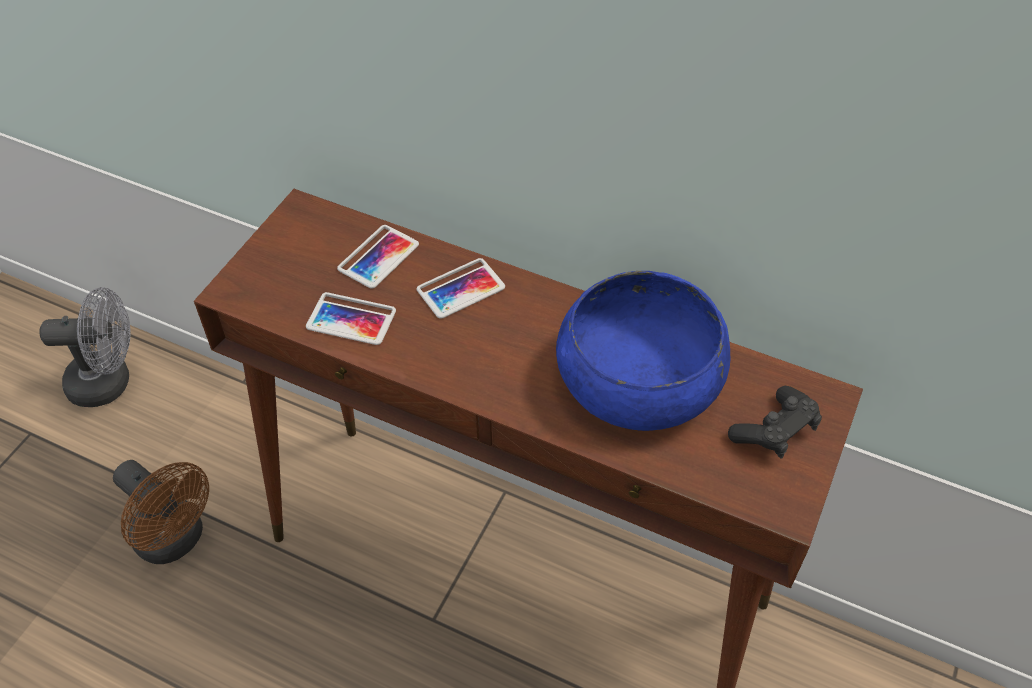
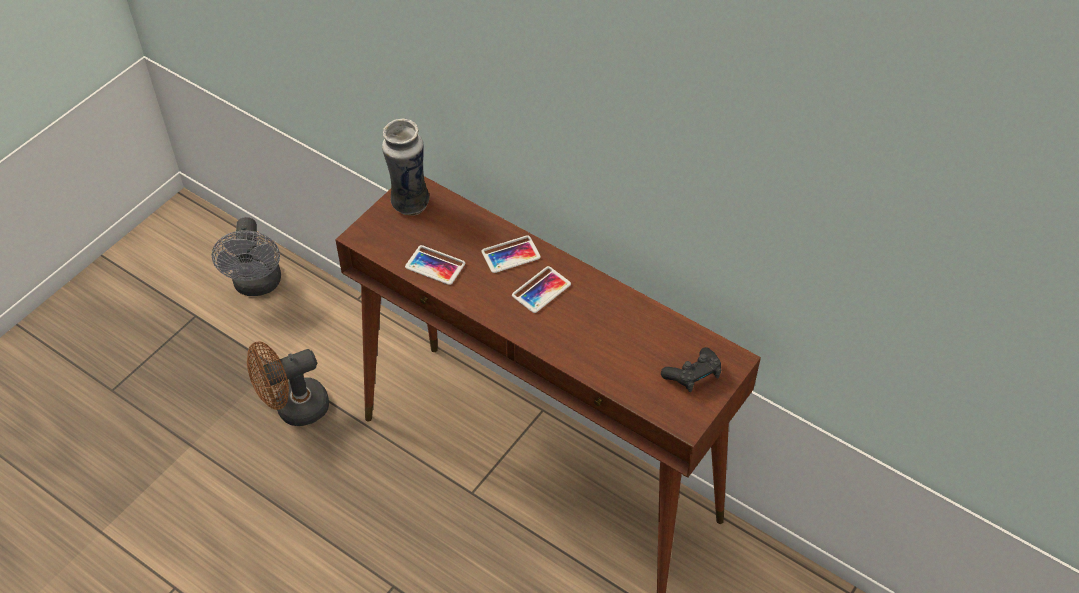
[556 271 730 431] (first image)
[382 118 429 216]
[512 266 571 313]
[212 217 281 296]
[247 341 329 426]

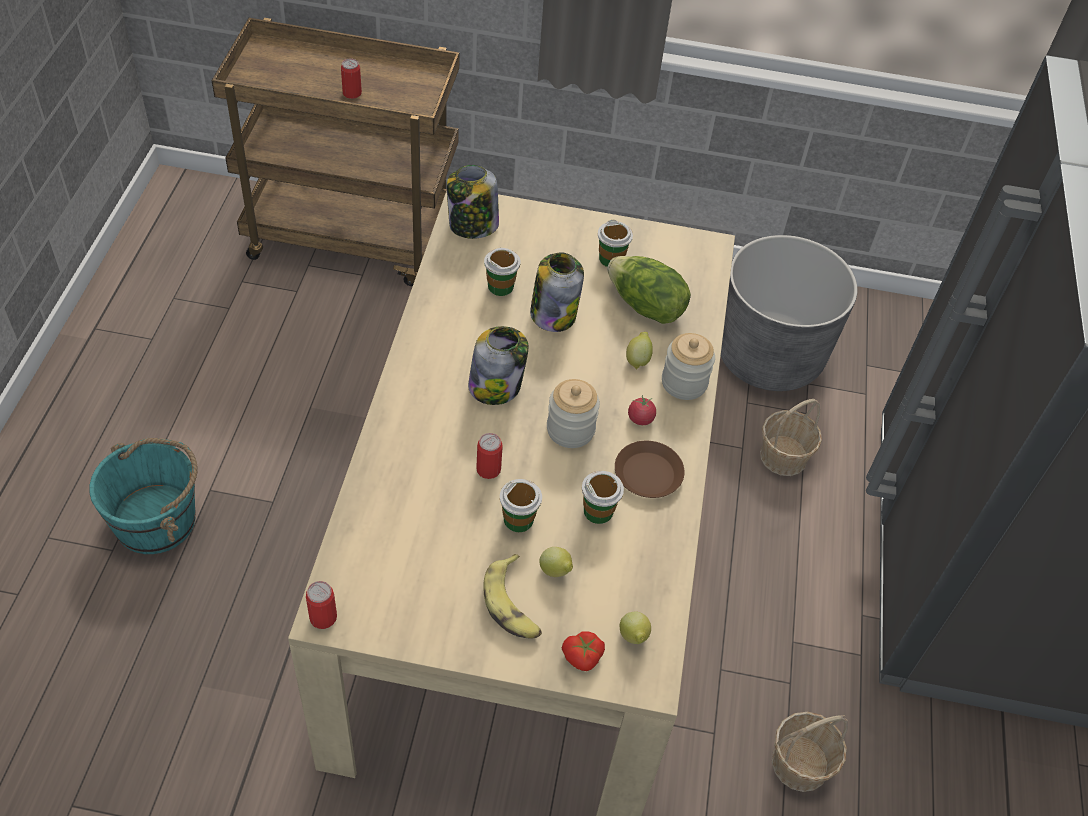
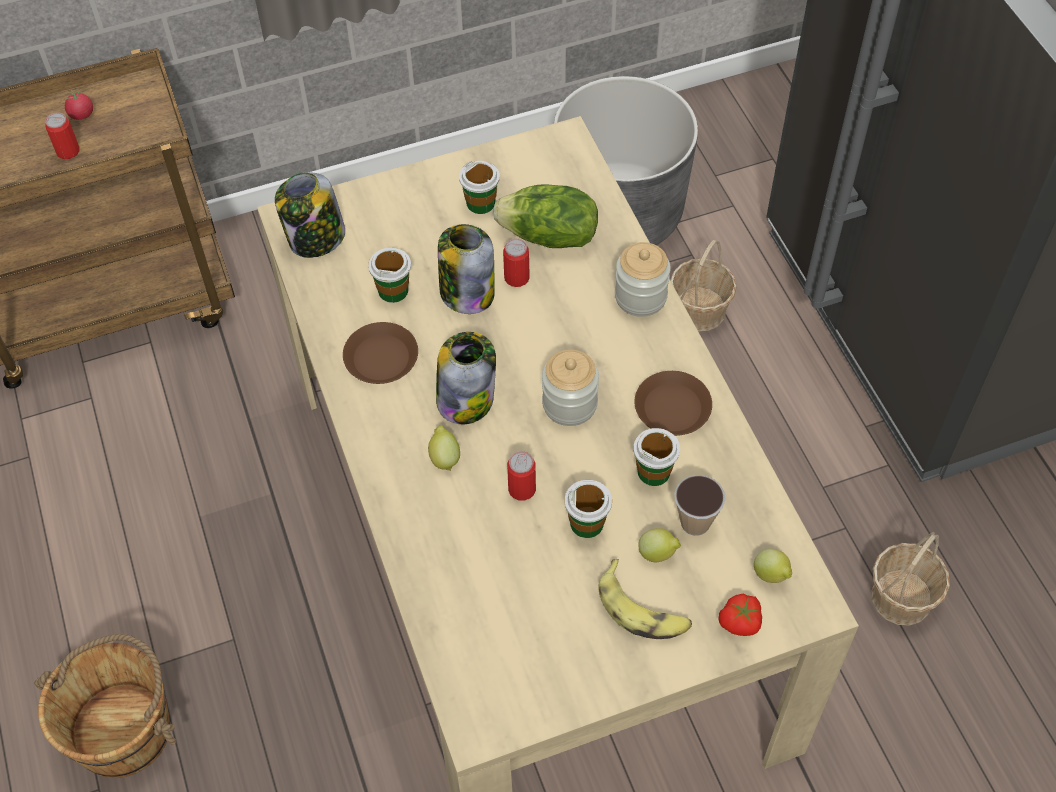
[343 322 418 384]
[674 475 725 536]
[503 238 530 287]
[428 425 460 471]
[65 90 93 120]
[34 634 176 778]

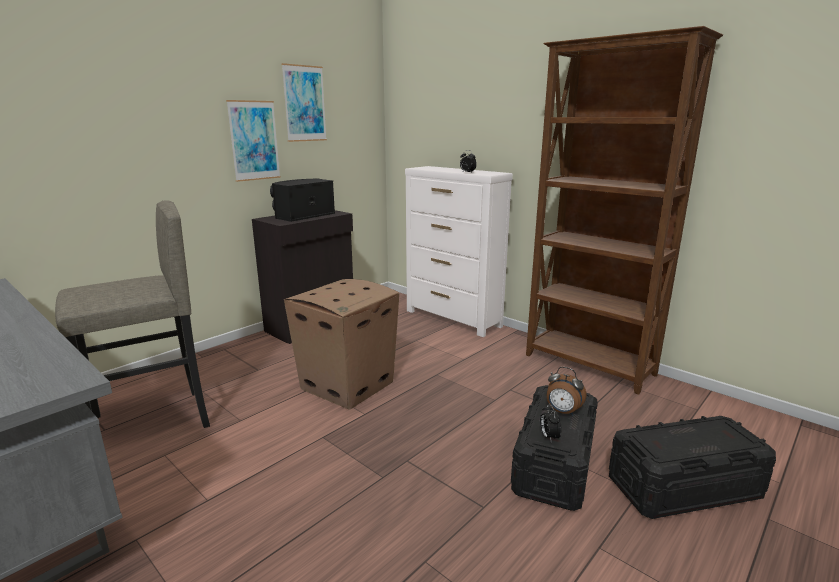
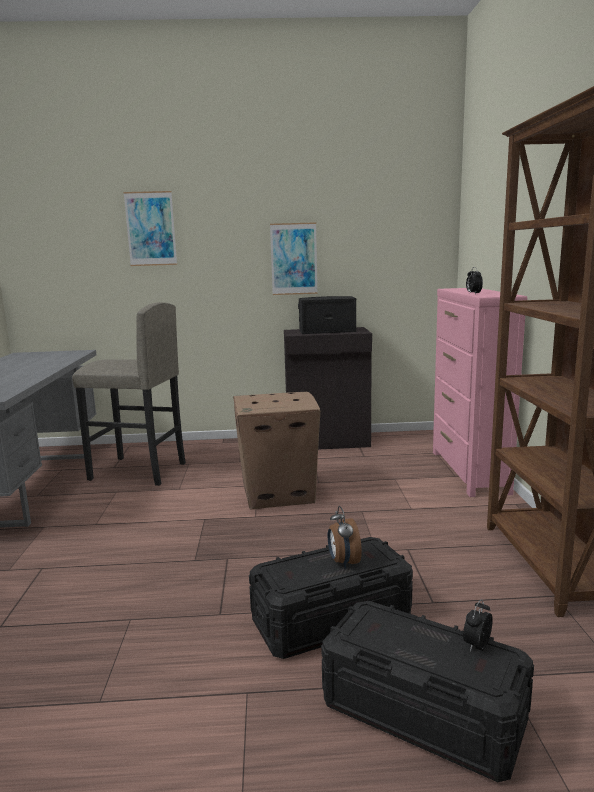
[123 191 177 266]
[463 599 493 652]
[433 288 527 497]

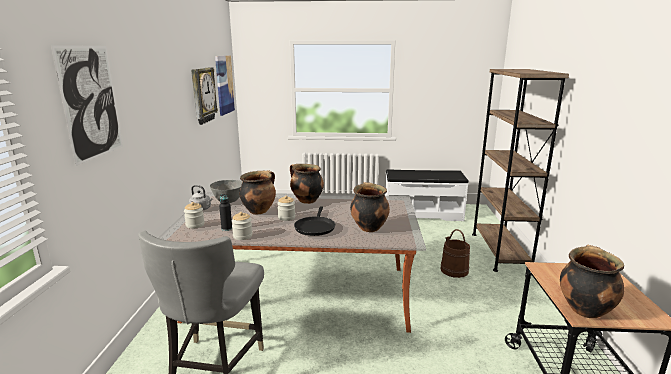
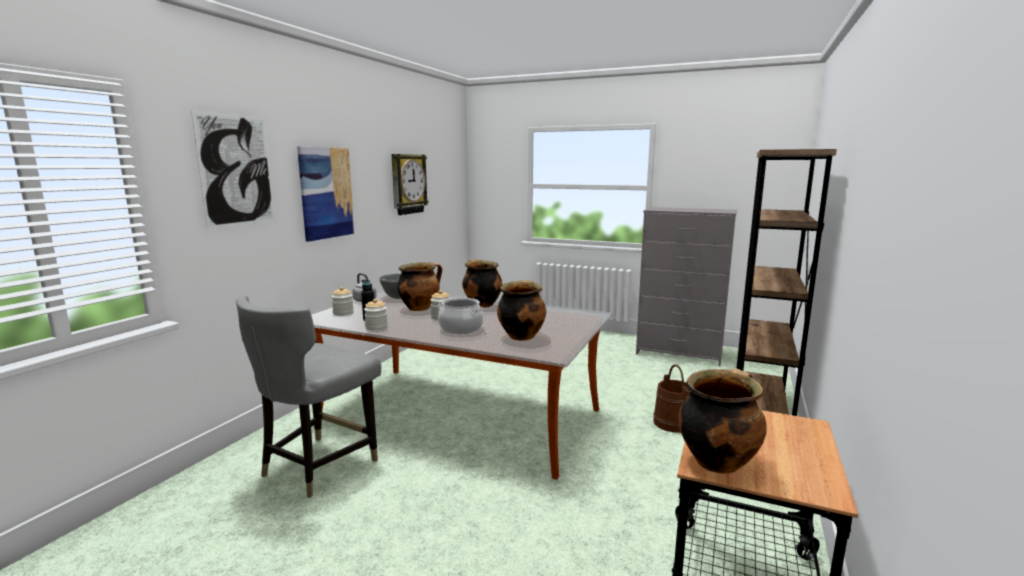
[297 146 355 242]
[438 298 484 334]
[636 207 737 366]

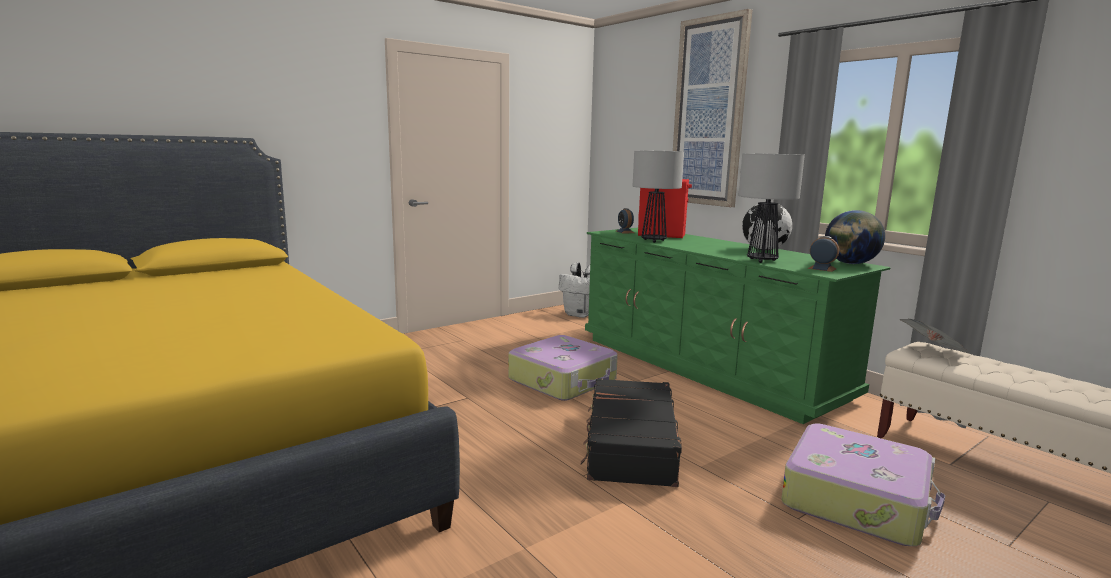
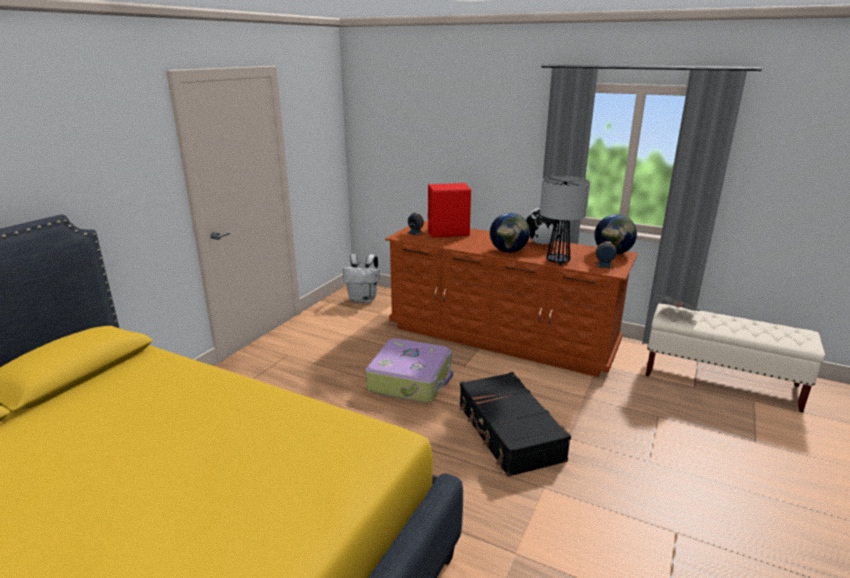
[633 150 684 243] (first image)
[673 9 752 207] (first image)
[781 423 945 546] (first image)
[490 213 530 253]
[385 222 638 377]

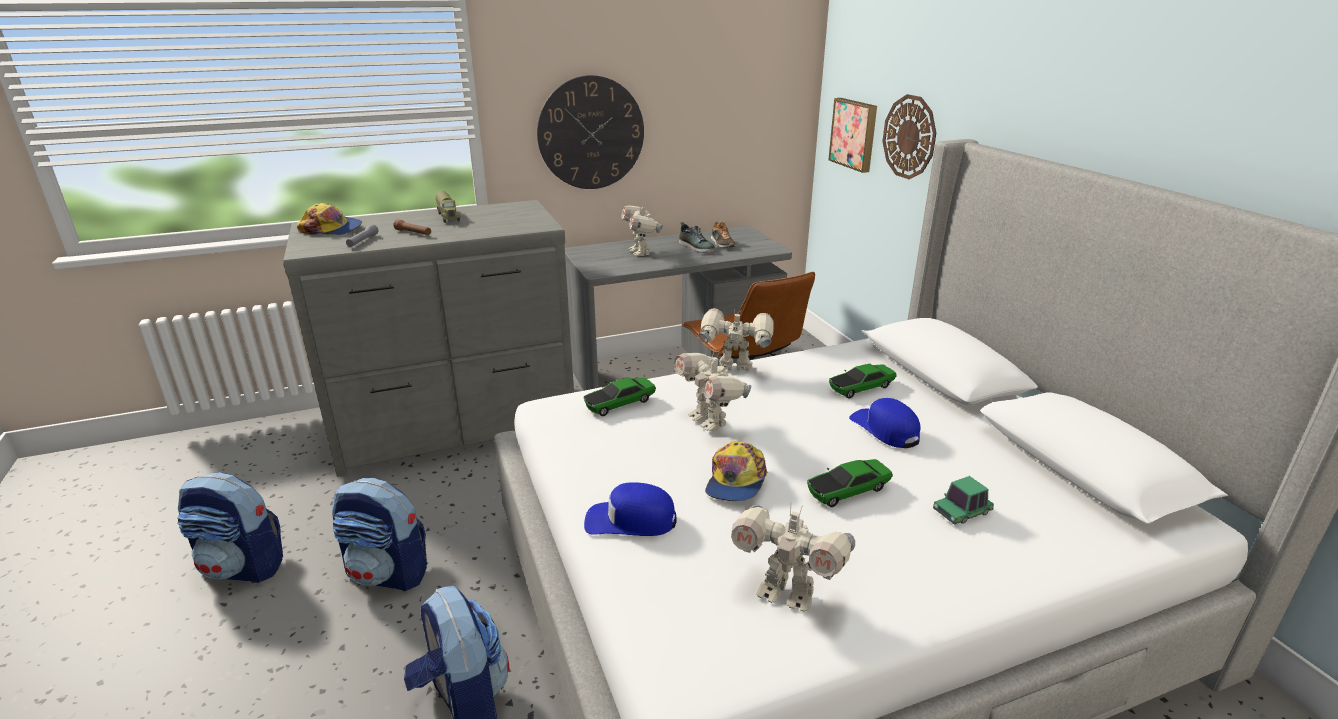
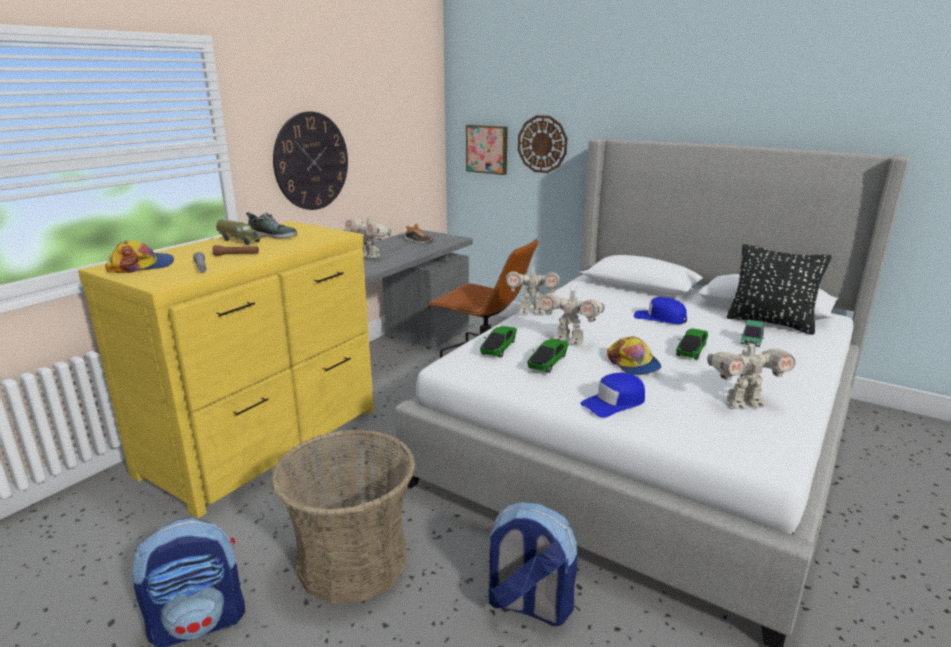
[727 244 832 335]
[246 212 297 238]
[527 339 569 373]
[271 429 415 603]
[78 221 374 518]
[506 262 560 314]

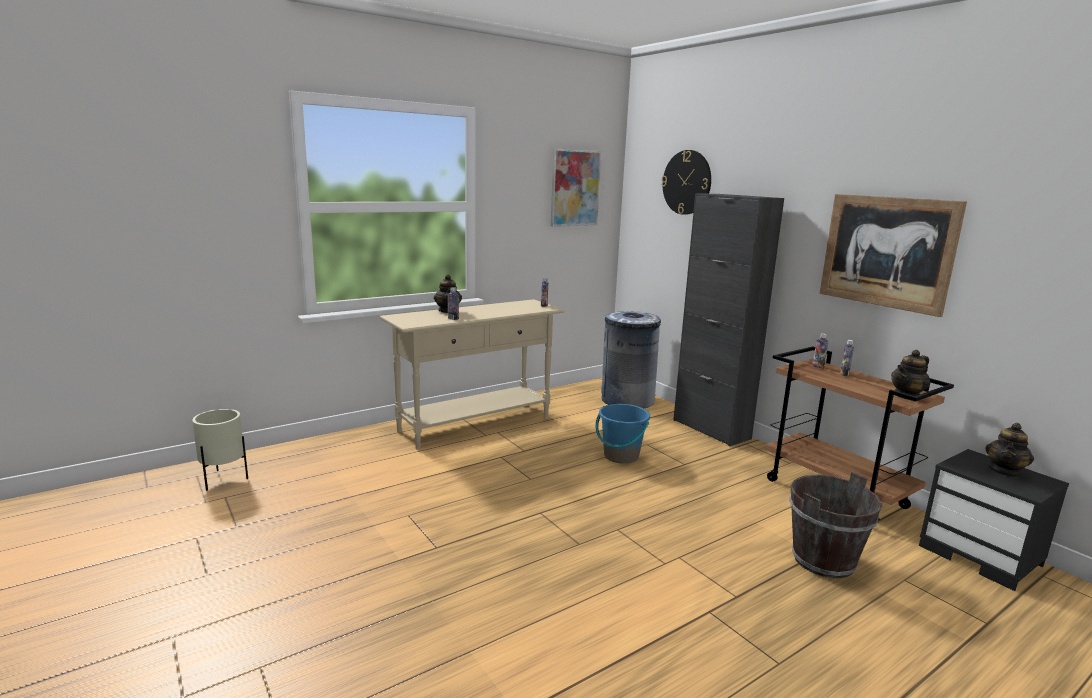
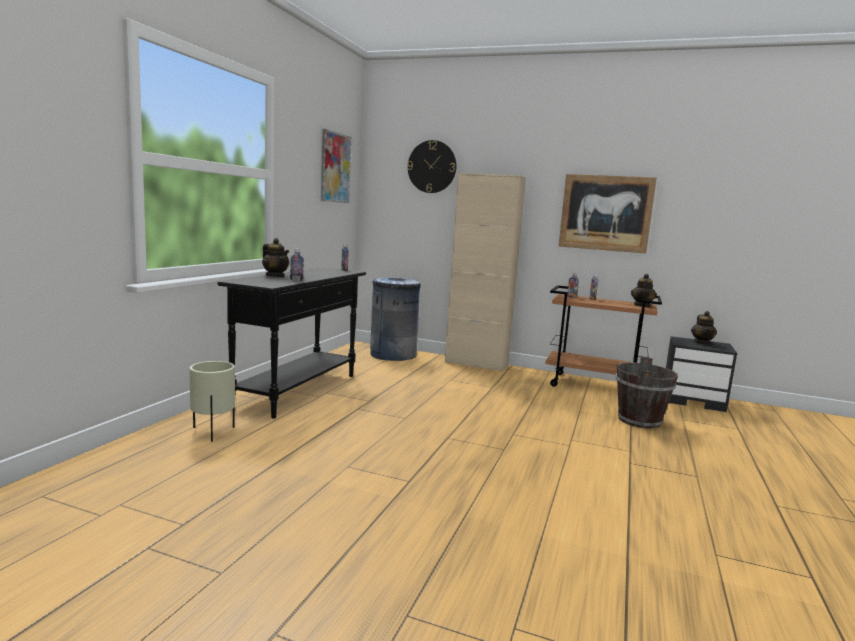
[595 404 650 464] (first image)
[189 361 235 442]
[217 267 366 419]
[445 173 526 372]

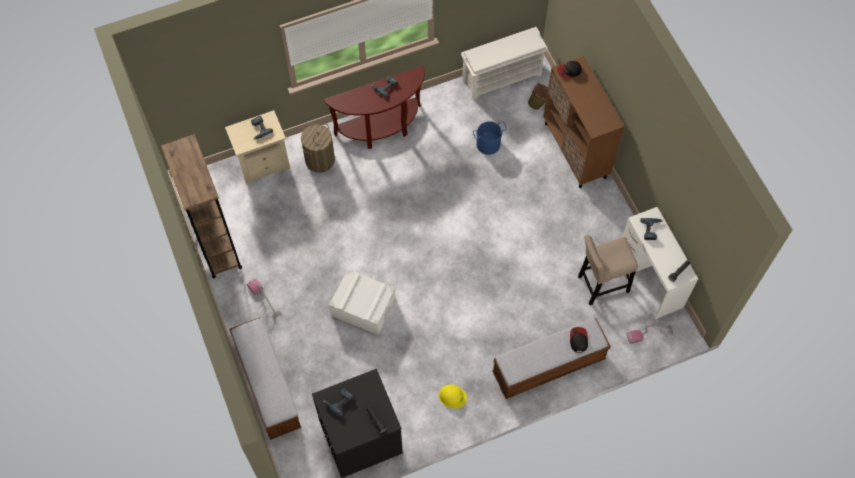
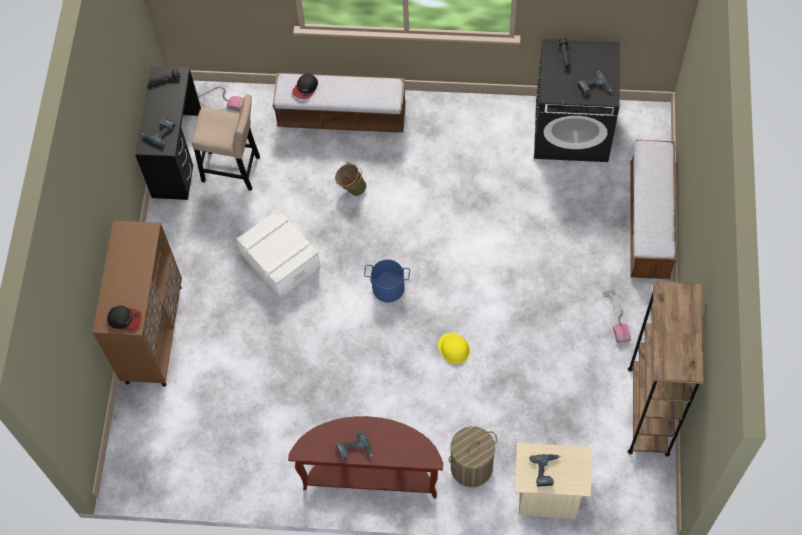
[461 27 548 100] (first image)
[236 209 321 298]
[438 333 470 364]
[364 259 410 303]
[335 162 367 196]
[135 66 201 200]

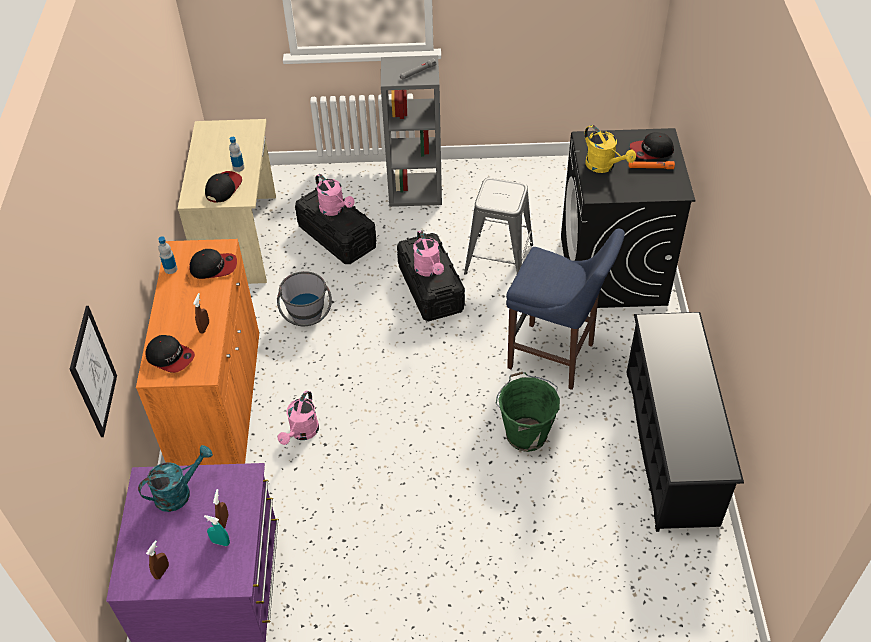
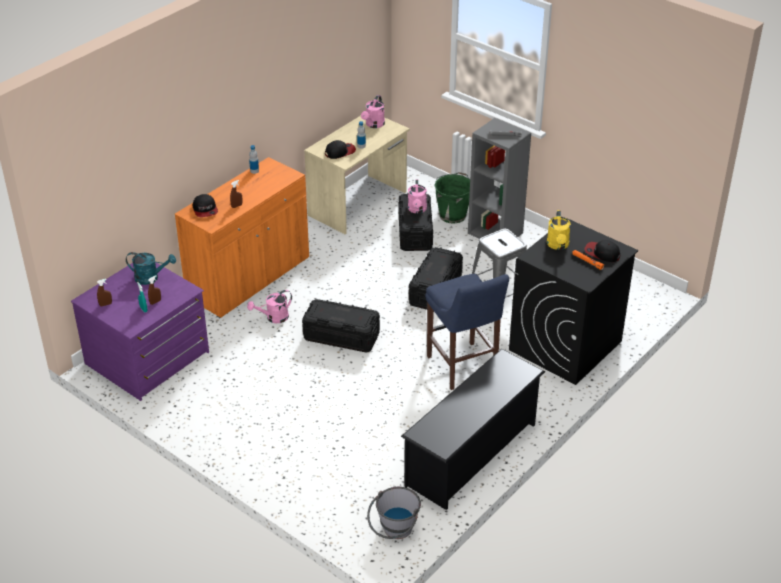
[70 306 117 437] (first image)
[189 249 237 279] (first image)
[302 299 380 353]
[367 487 421 539]
[361 95 385 128]
[434 172 470 224]

